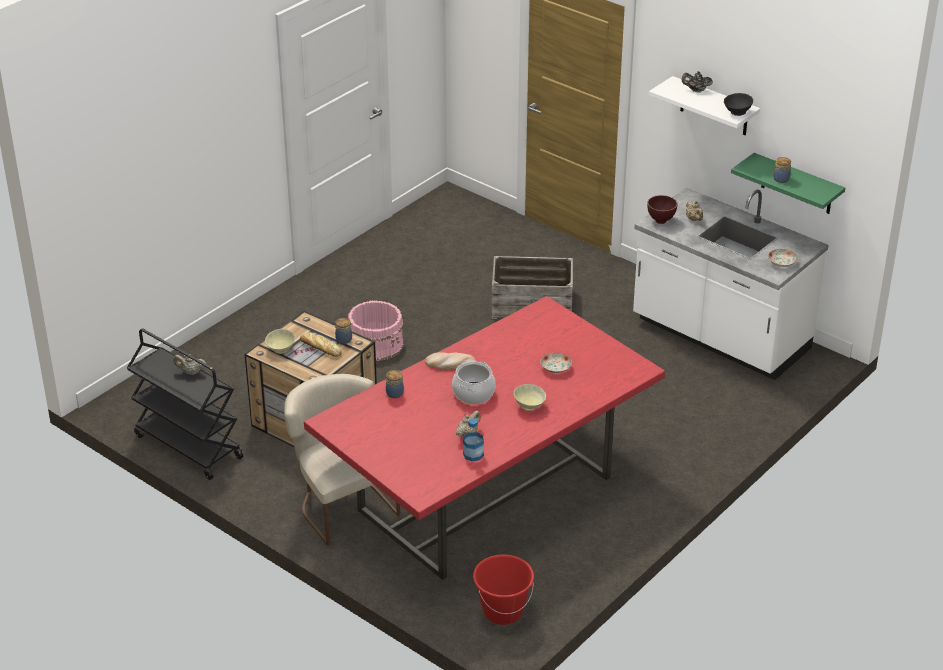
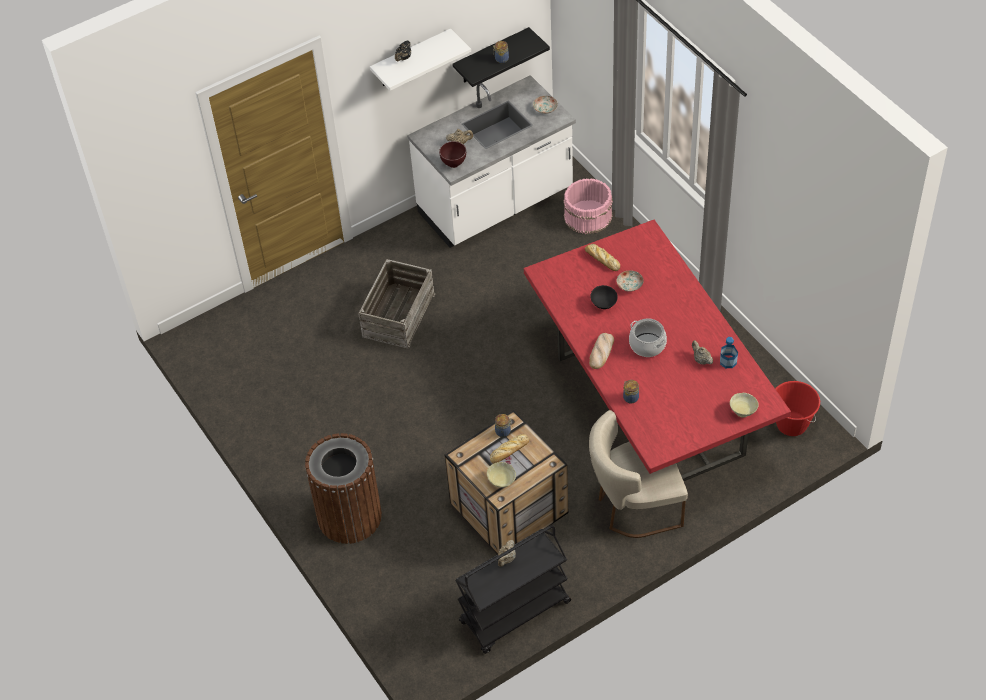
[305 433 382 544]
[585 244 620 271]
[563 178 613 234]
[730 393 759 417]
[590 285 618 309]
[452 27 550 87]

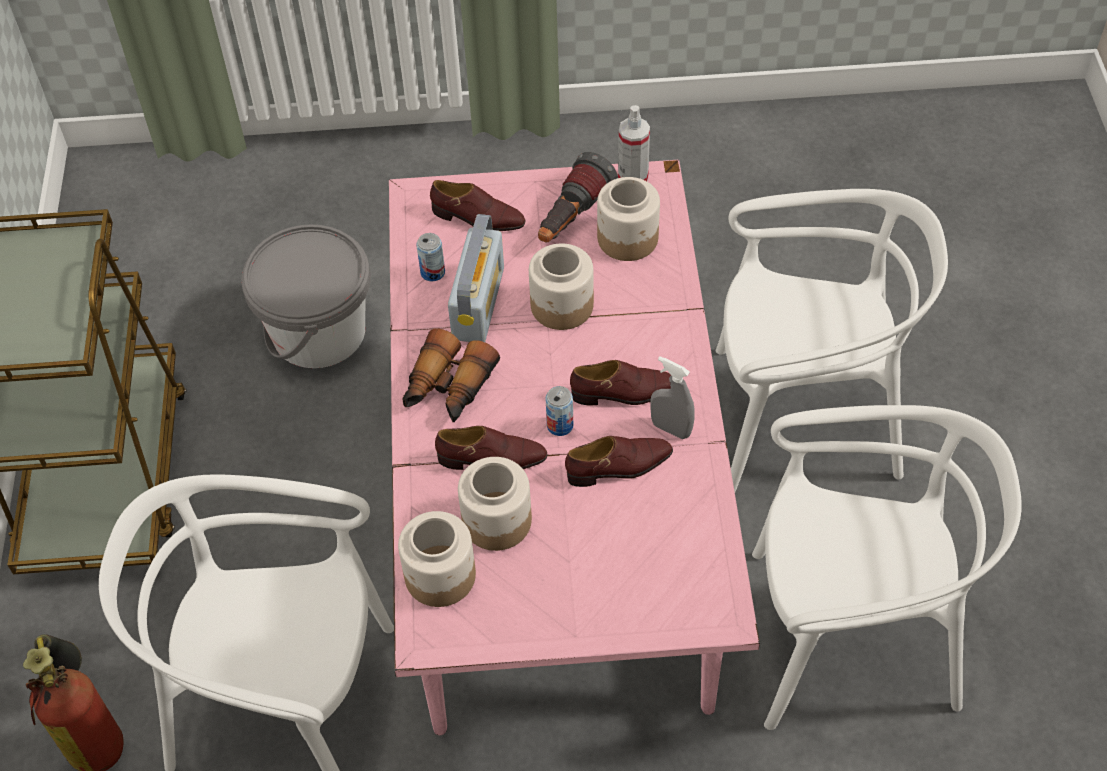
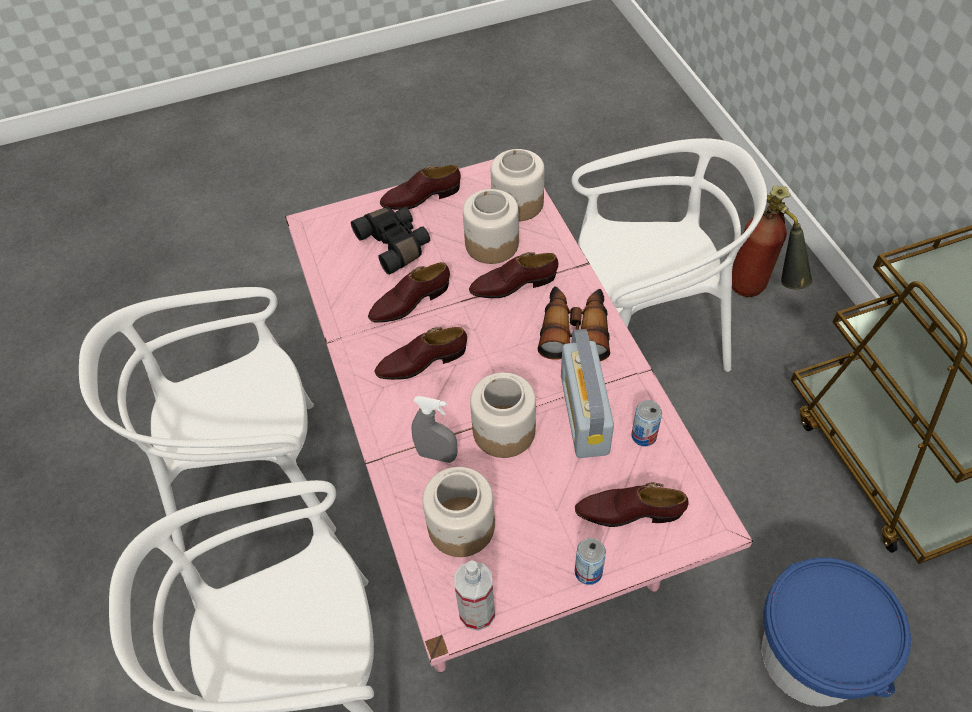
[538 152 618 243] (first image)
[351 207 430 275]
[380 165 461 210]
[575 538 606 585]
[412 396 458 463]
[762 558 911 706]

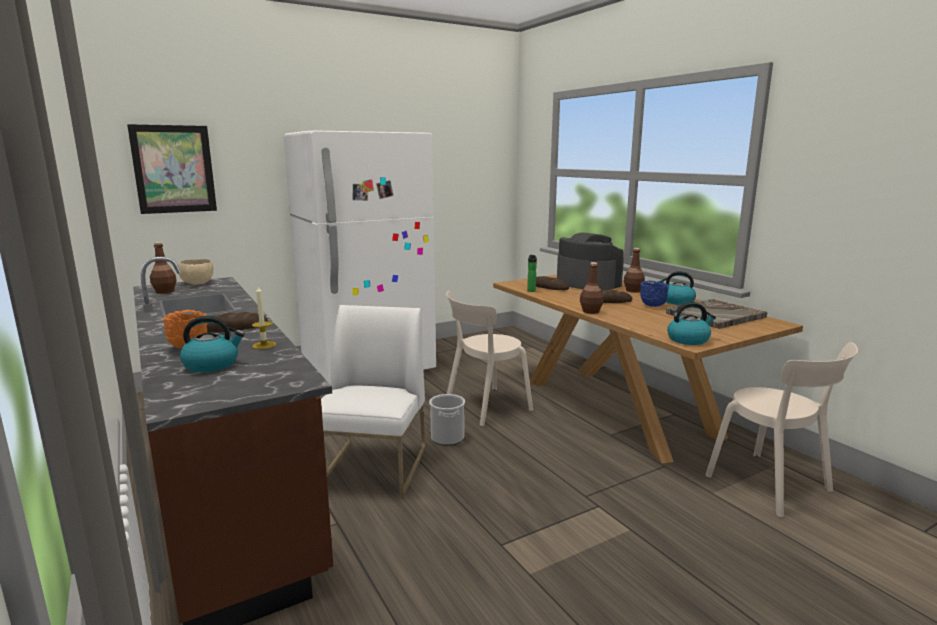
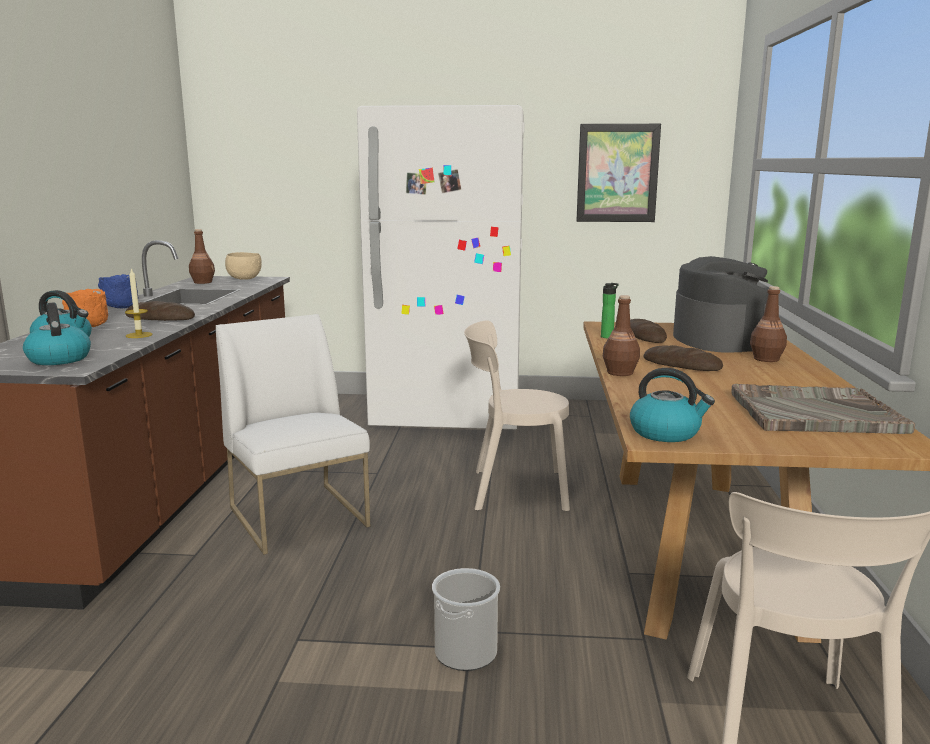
[577 124 661 222]
[432 568 500 671]
[98 274 138 309]
[23 303 91 365]
[216 314 370 555]

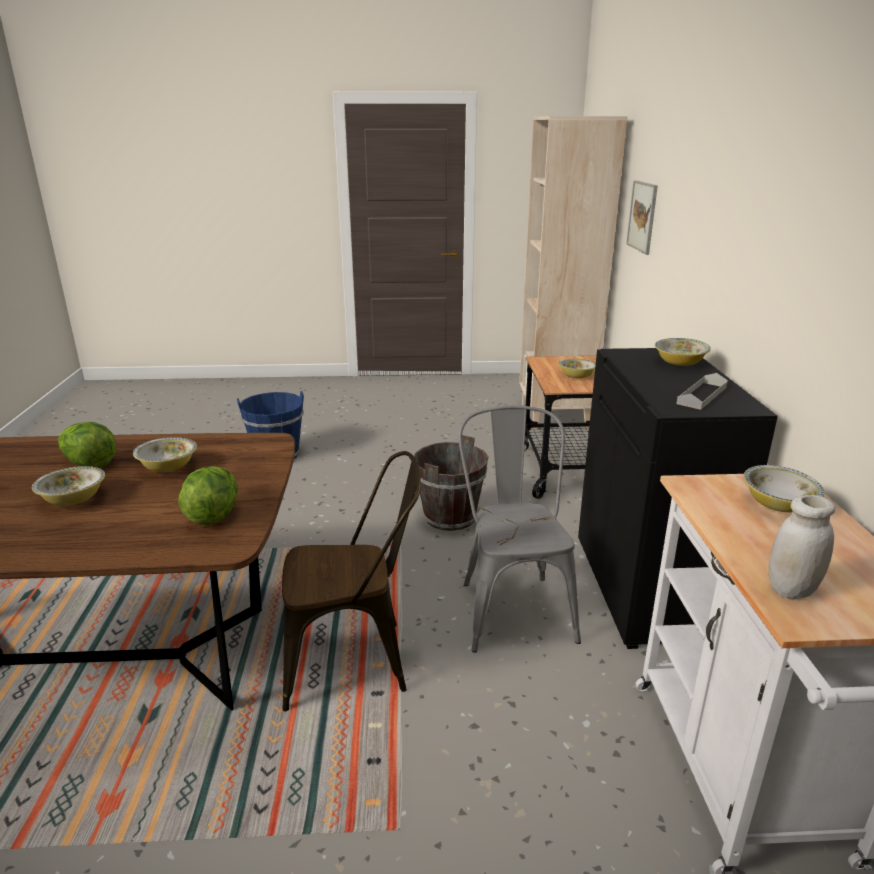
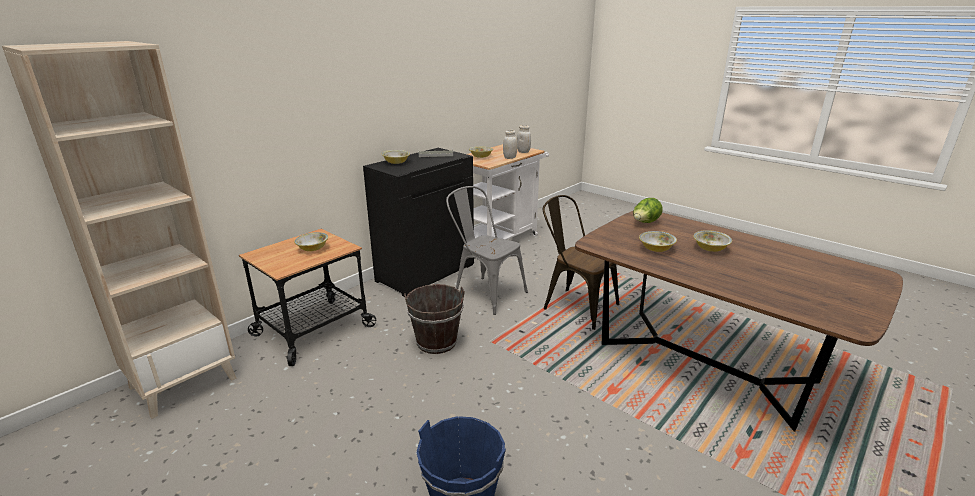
[58 422 116 468] (first image)
[626 180 658 255] (first image)
[503 130 518 159]
[446 186 528 315]

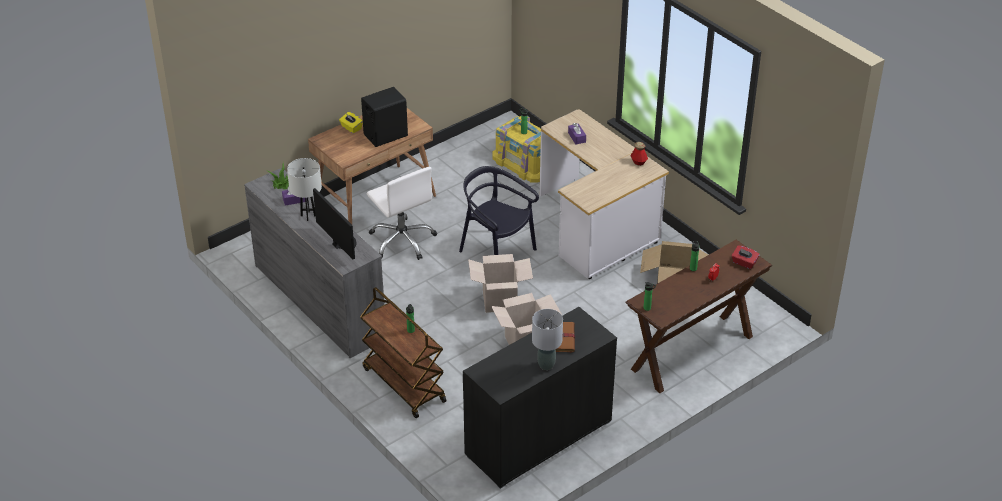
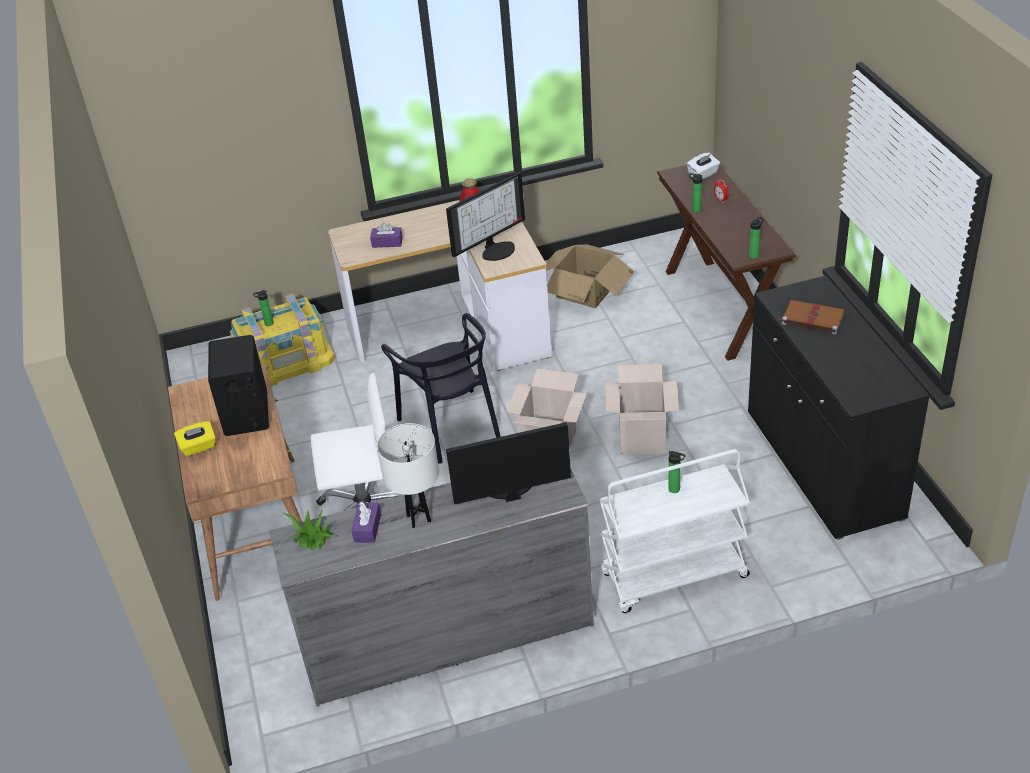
[532 309 563 370] (first image)
[446 172 525 261]
[599 449 750 613]
[687 153 720 180]
[381 313 501 464]

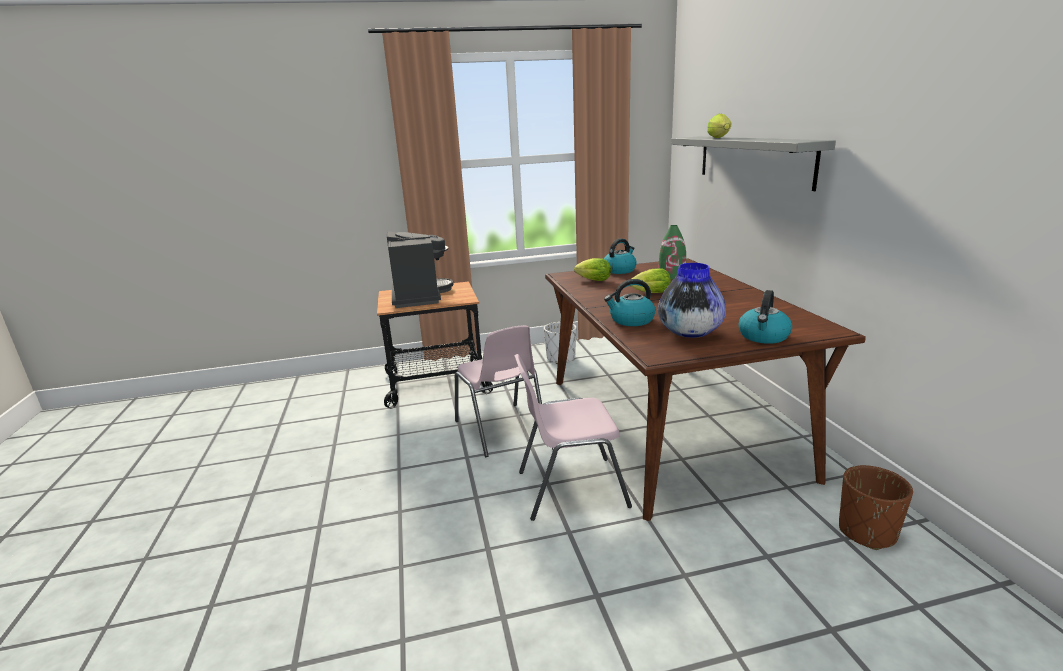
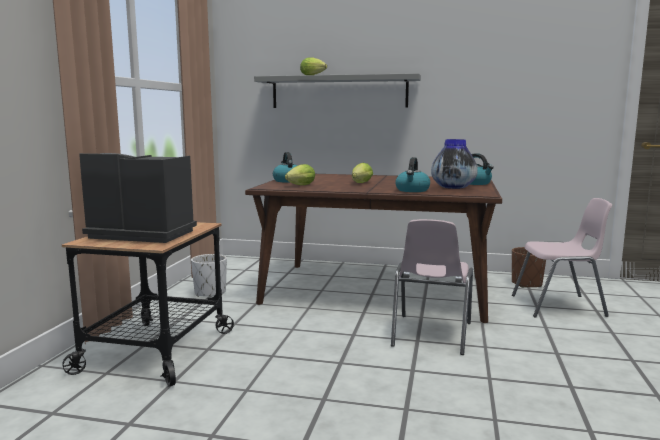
[659 225 686 280] (first image)
[512 198 612 318]

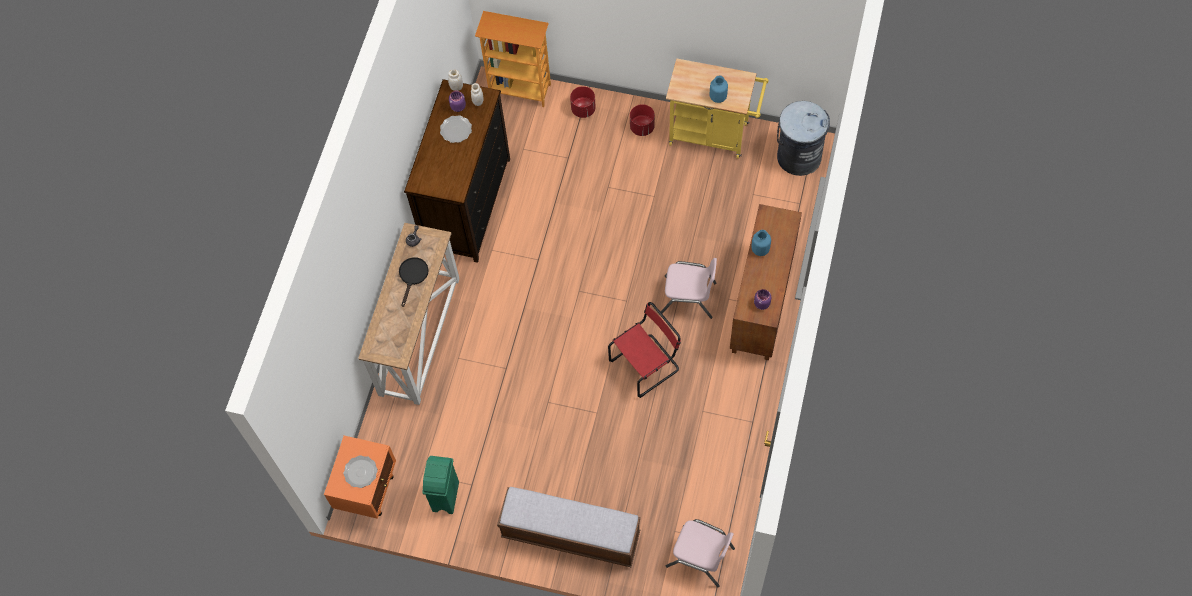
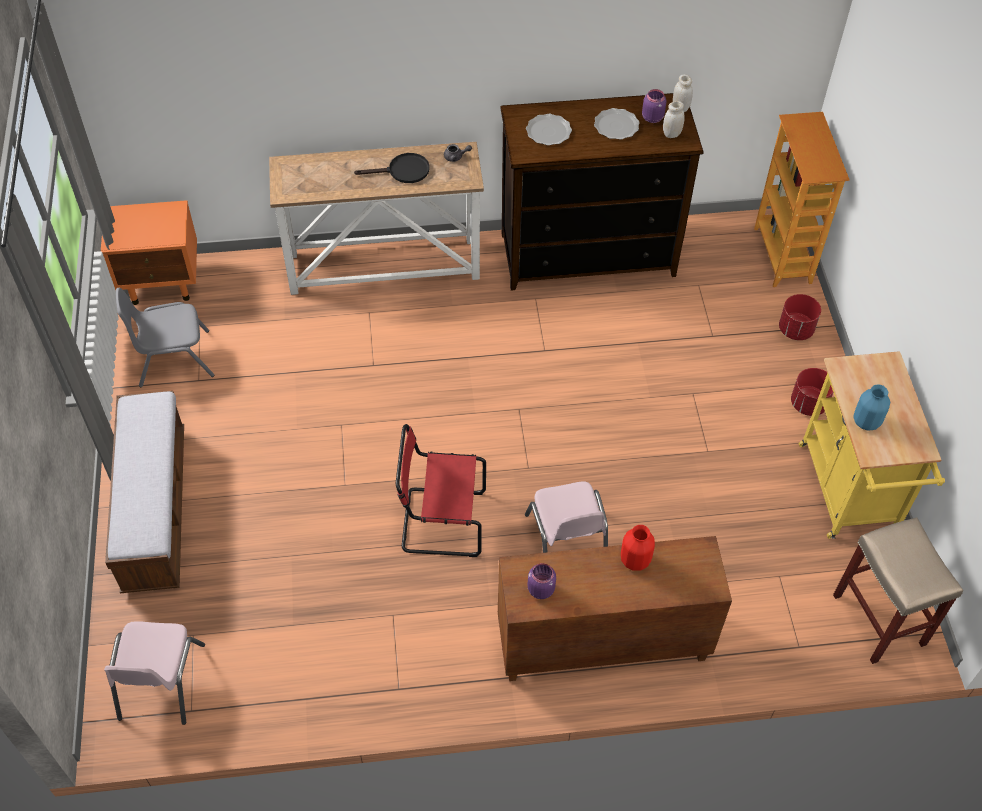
[526 114 572 145]
[116 287 215 387]
[833 517 963 664]
[621 525 655 571]
[396 424 486 557]

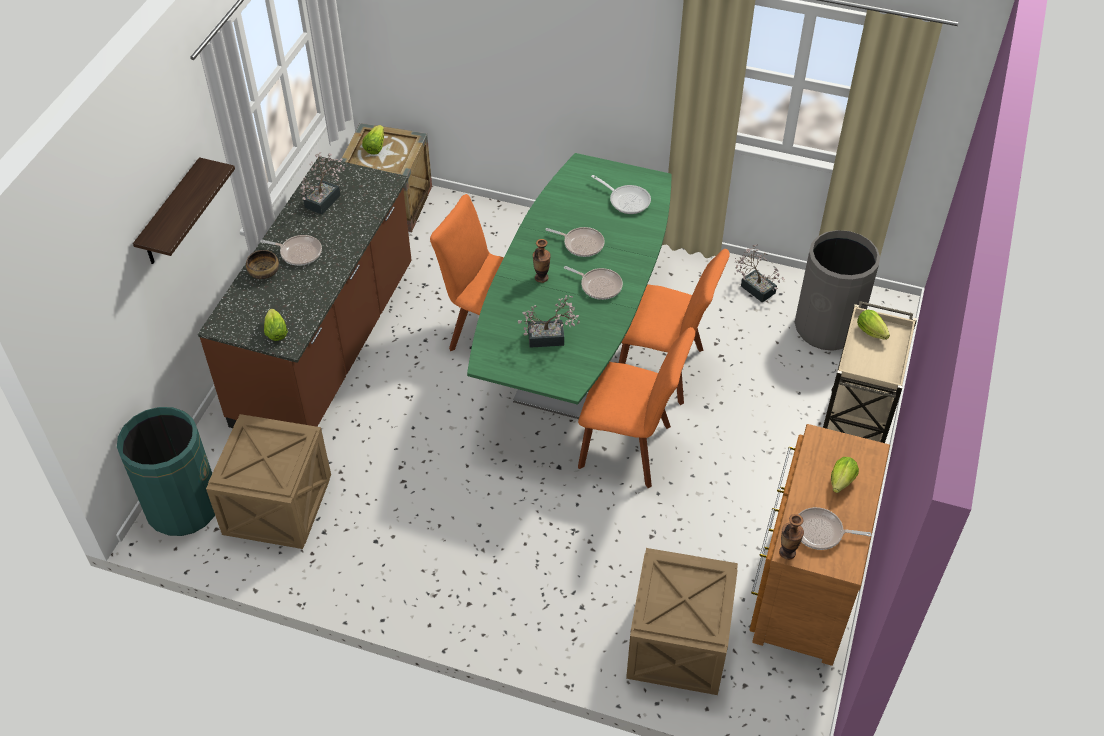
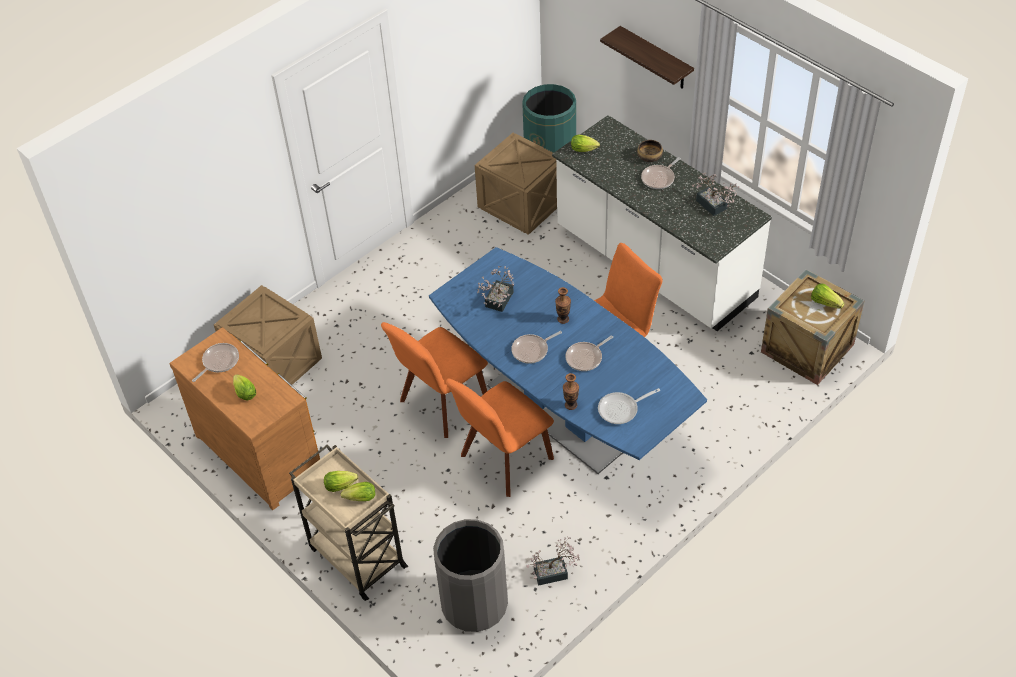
[324 471 358 492]
[563 373 579 410]
[552 115 772 331]
[429 247 707 474]

